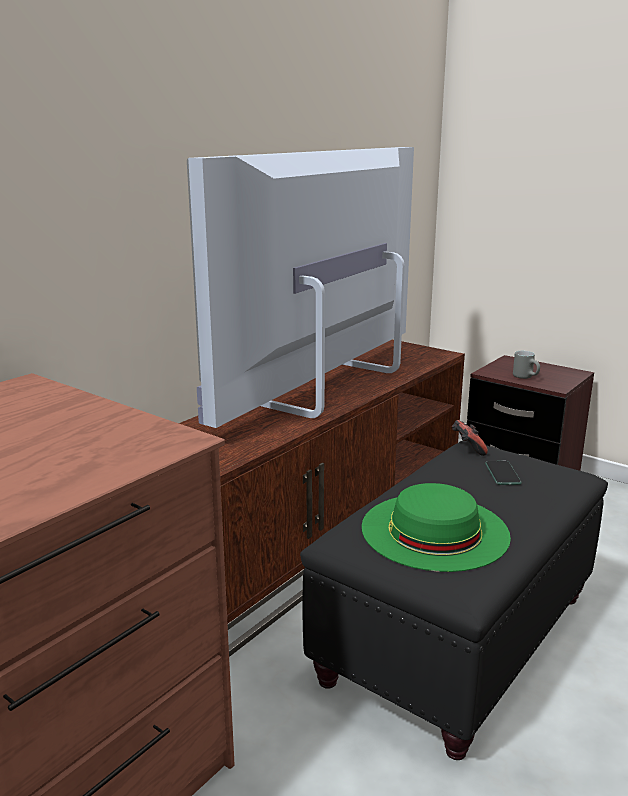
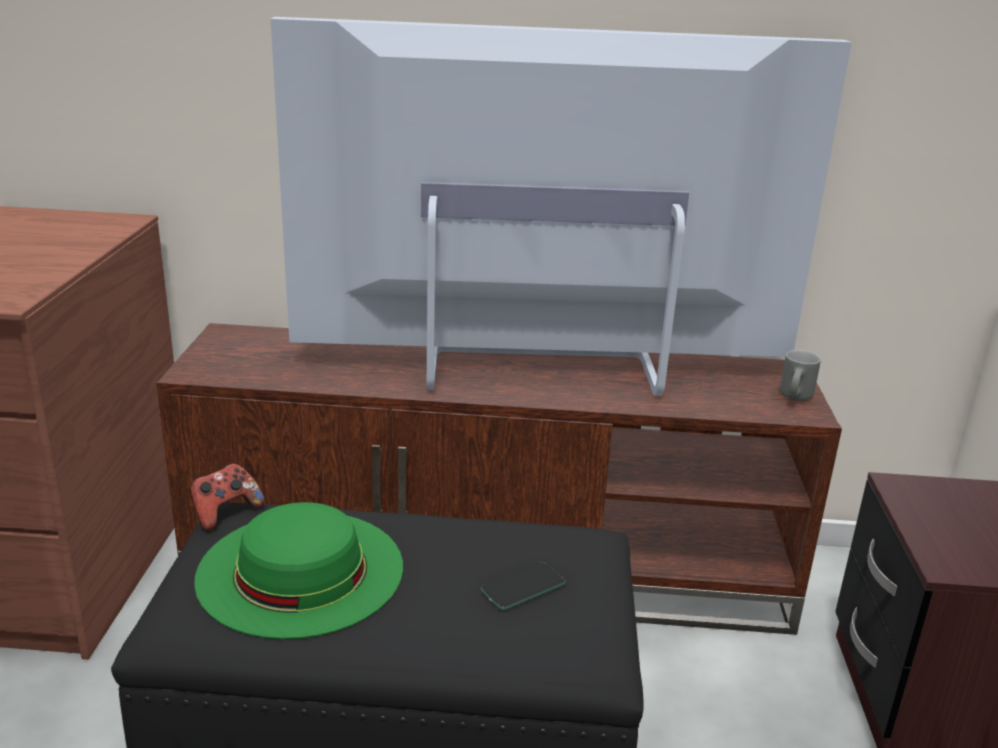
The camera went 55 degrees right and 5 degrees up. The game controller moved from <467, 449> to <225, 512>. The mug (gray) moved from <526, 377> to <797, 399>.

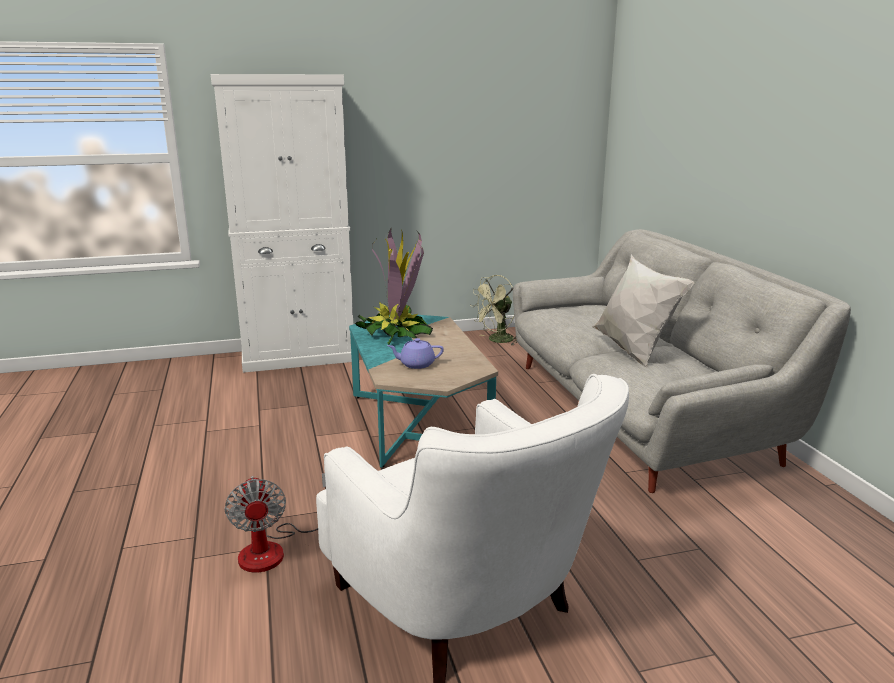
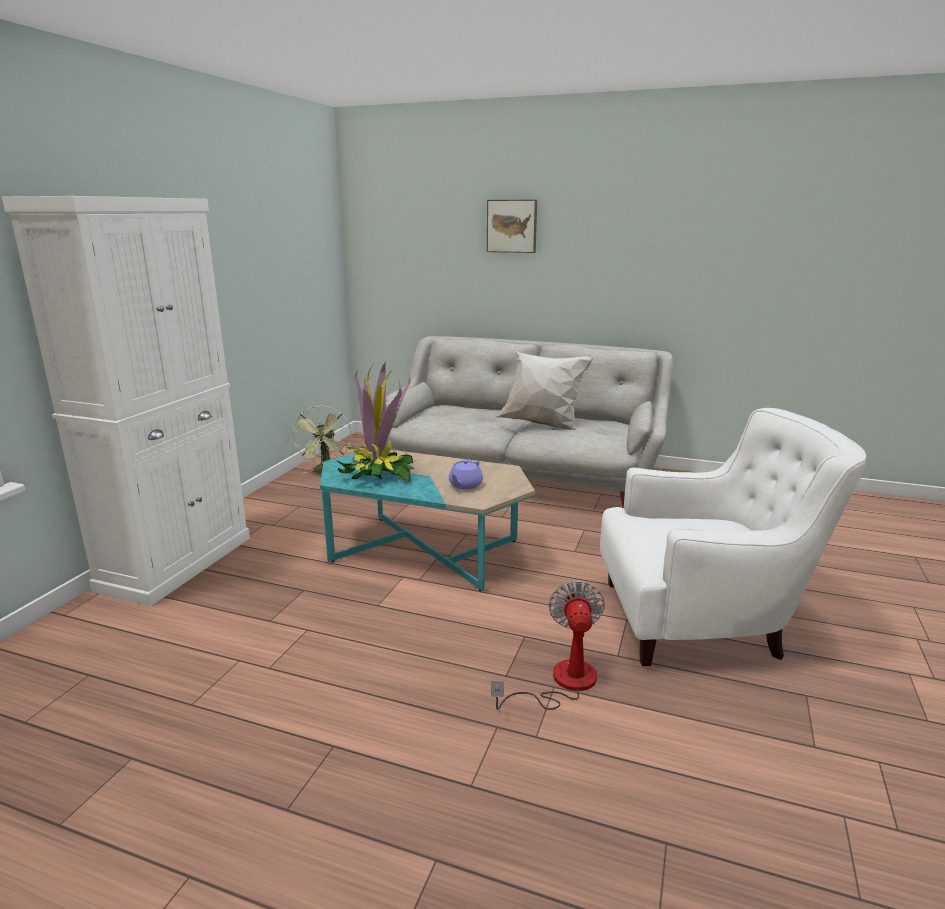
The camera went 55 degrees left and 0 degrees up. The cooling fan at <274, 549> turned 105 degrees counterclockwise. The wall picture at <512, 226> appeared.

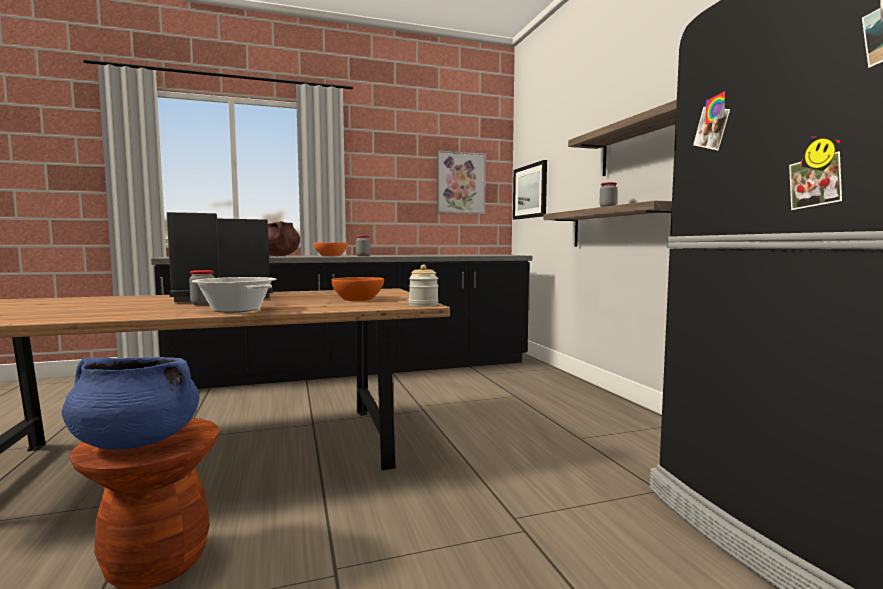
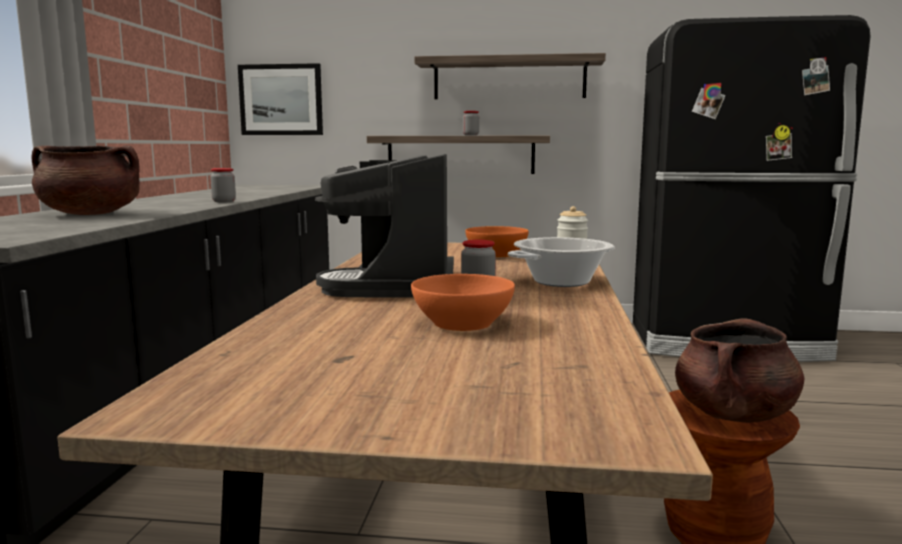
The camera went 65 degrees left and 5 degrees up. The stockpot (bluish) at <136, 441> became the stockpot (brown-coloured) at <734, 414>. The serving bowl (orangey) moved from <331, 255> to <462, 323>. The wall picture at <460, 183> disappeared.

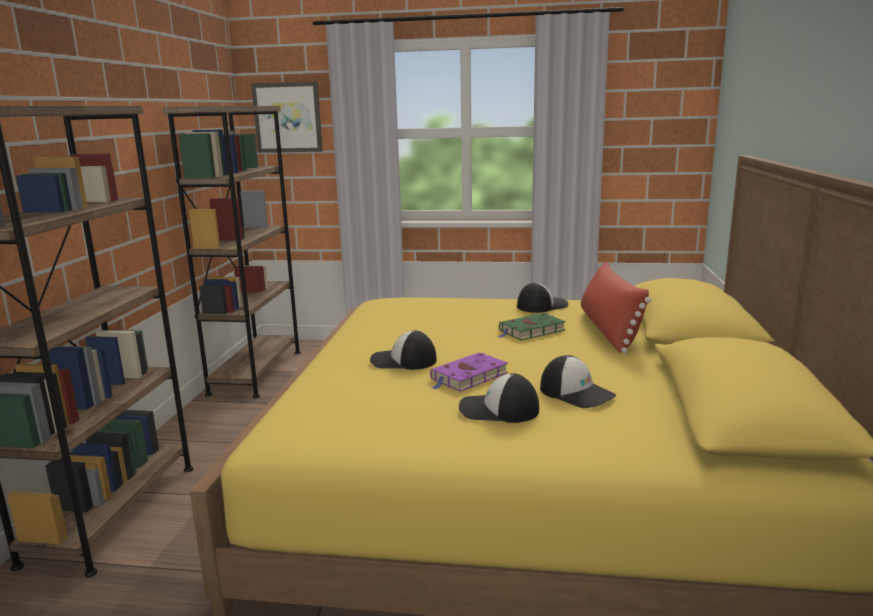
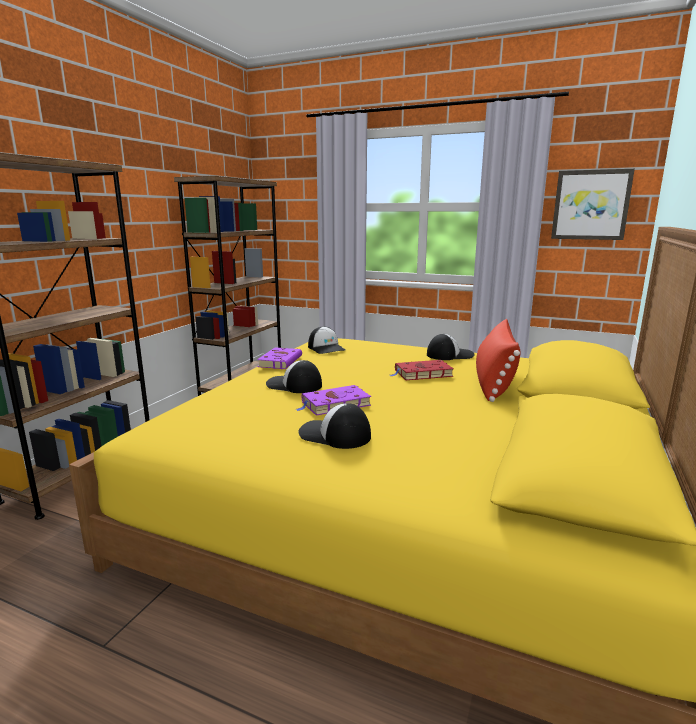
The camera went 15 degrees right and 0 degrees up. The wall picture moved from <288, 117> to <590, 205>. The bound book (green) at <530, 331> became the bound book (red-coloured) at <421, 374>. The peaked cap moved from <577, 393> to <326, 348>. The bound book (purple-coloured) at <280, 361> appeared.

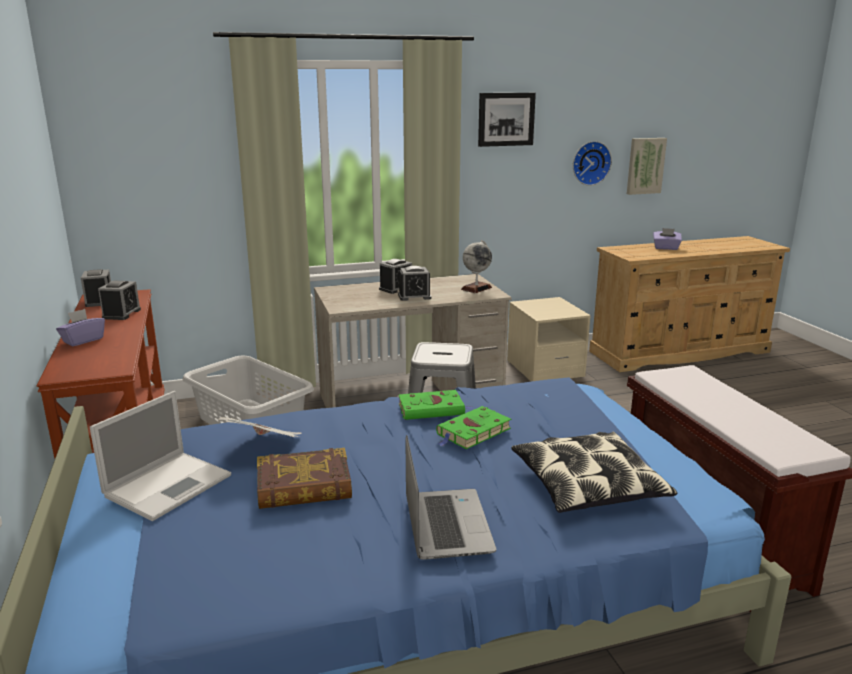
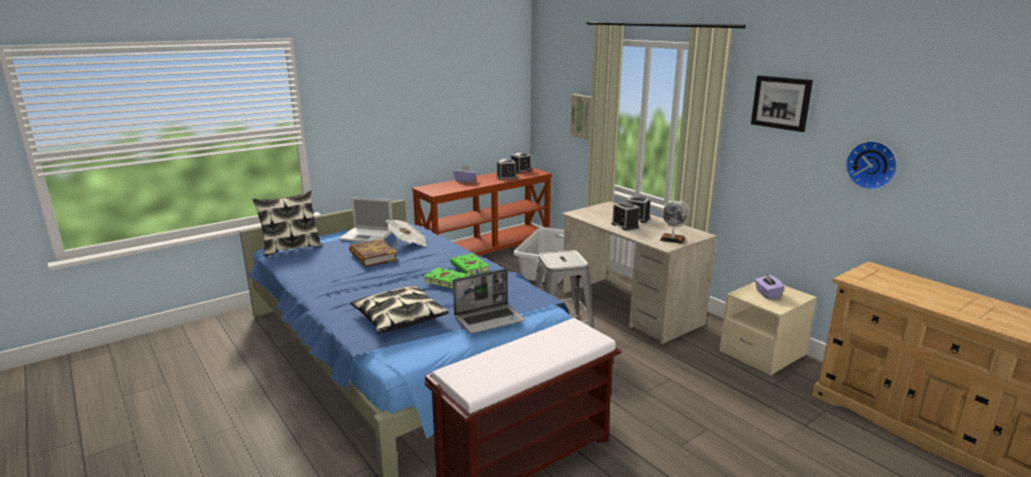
The camera went 70 degrees right and 0 degrees up. The portable computer moved from <445, 524> to <489, 319>. The wall picture moved from <645, 165> to <583, 116>. The tissue holder (purple-coloured) moved from <666, 248> to <767, 294>. The cushion at <291, 248> appeared.

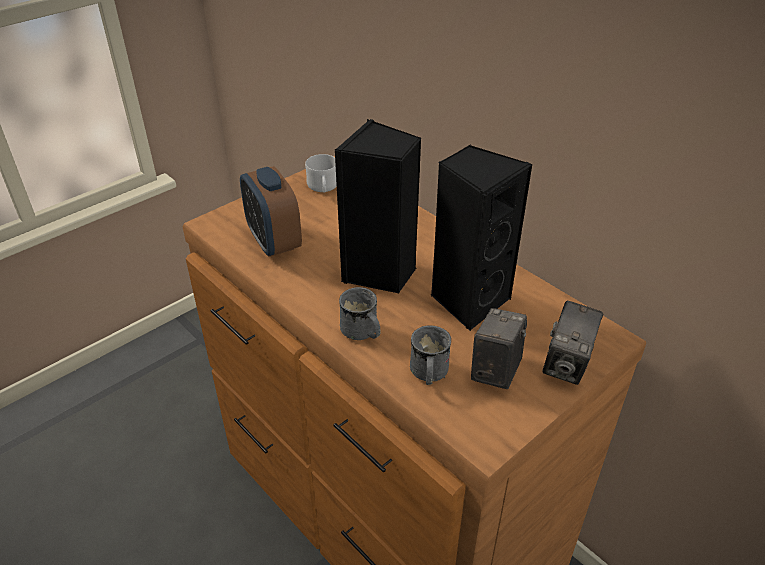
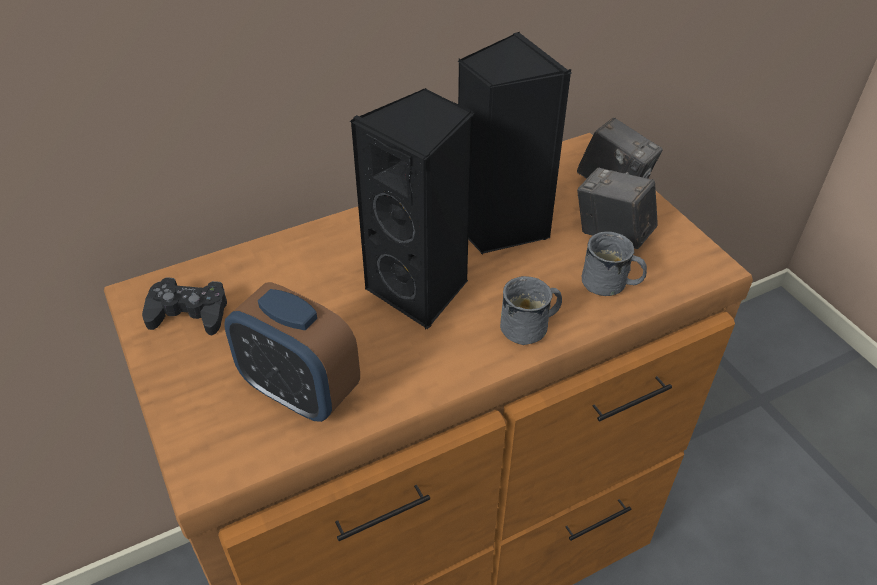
The camera went 75 degrees left and 5 degrees up. The table clock at <274, 242> turned 45 degrees clockwise. The mug (white-coloured) at <323, 188> was replaced by the game controller (black-coloured) at <189, 313>.

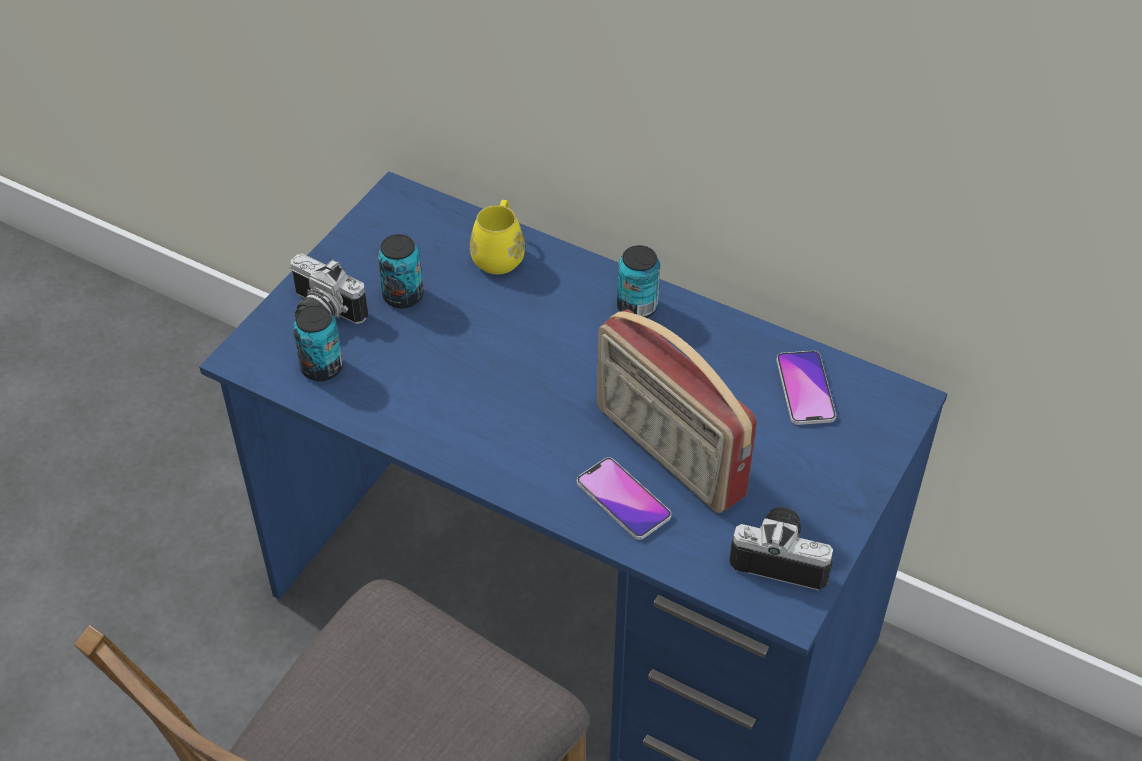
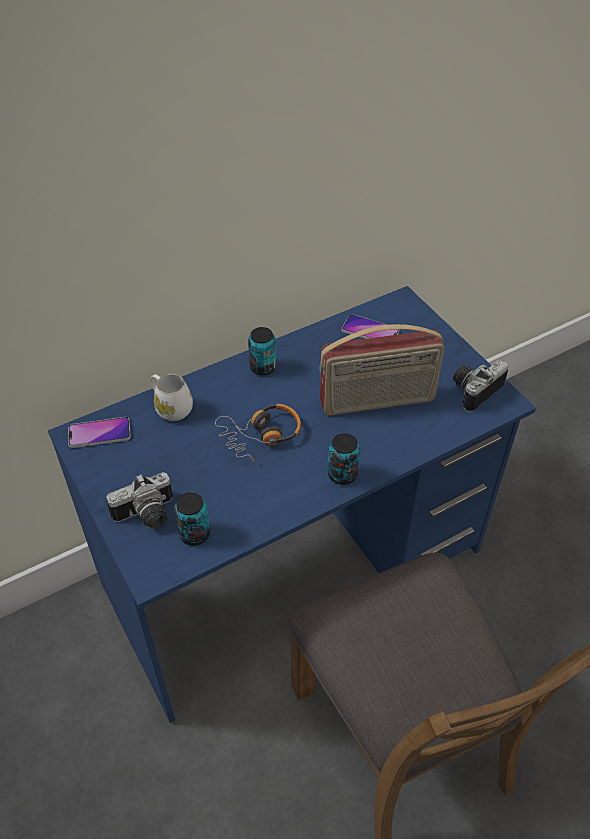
The camera went 60 degrees left and 0 degrees up. The metal can moved from <403, 296> to <342, 474>. The mug (yellowish) at <499, 254> became the mug (white-coloured) at <171, 407>. The telephone moved from <623, 499> to <99, 433>. The pair of headphones at <261, 436> appeared.

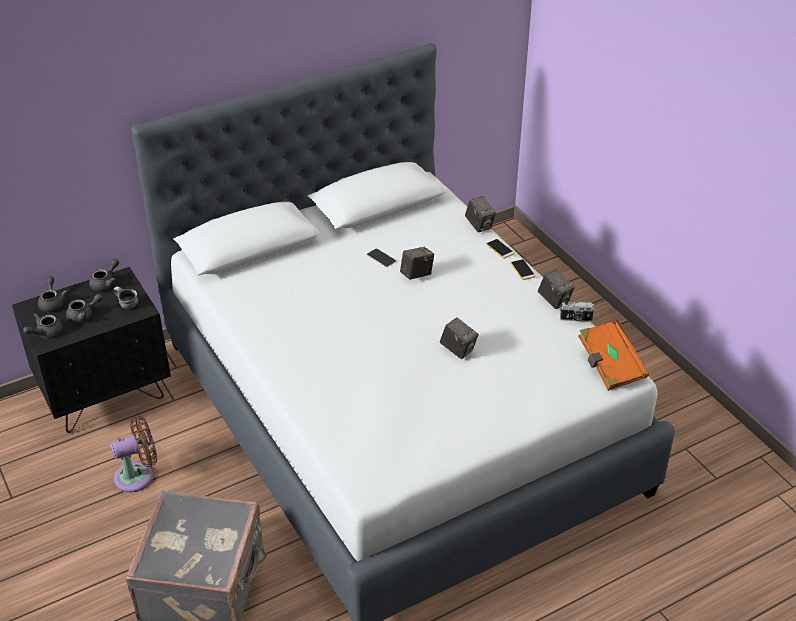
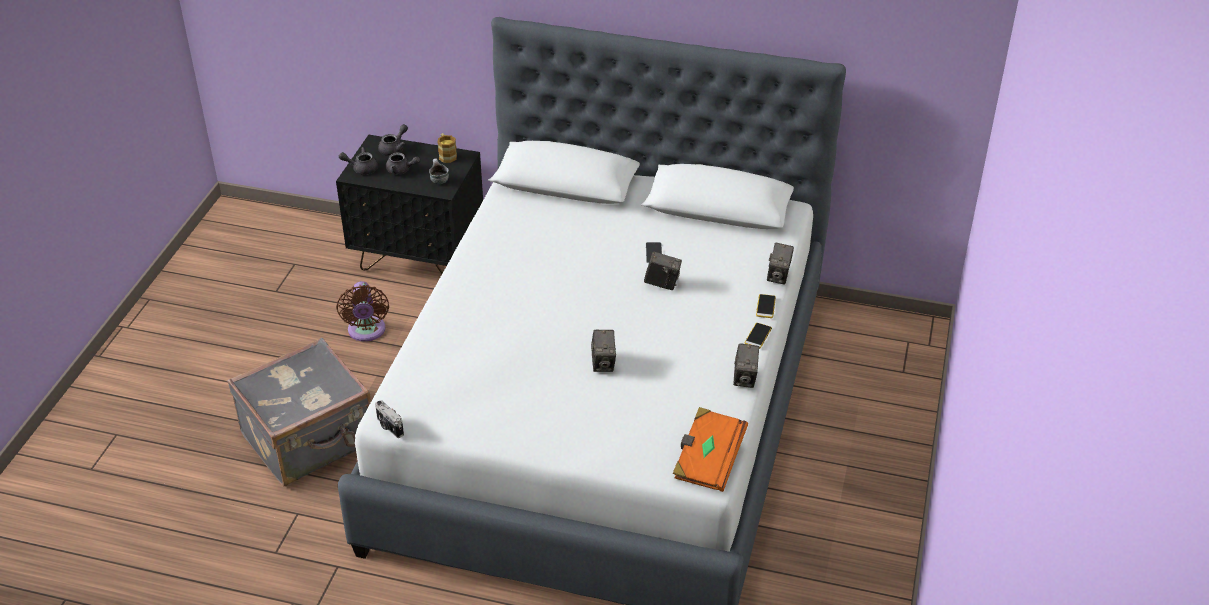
The camera went 45 degrees right and 0 degrees up. The pot for tea (gray) at <106, 283> was replaced by the mug at <446, 155>. The cooling fan (brown-coloured) at <138, 476> turned 60 degrees clockwise. The still camera moved from <576, 319> to <389, 427>.

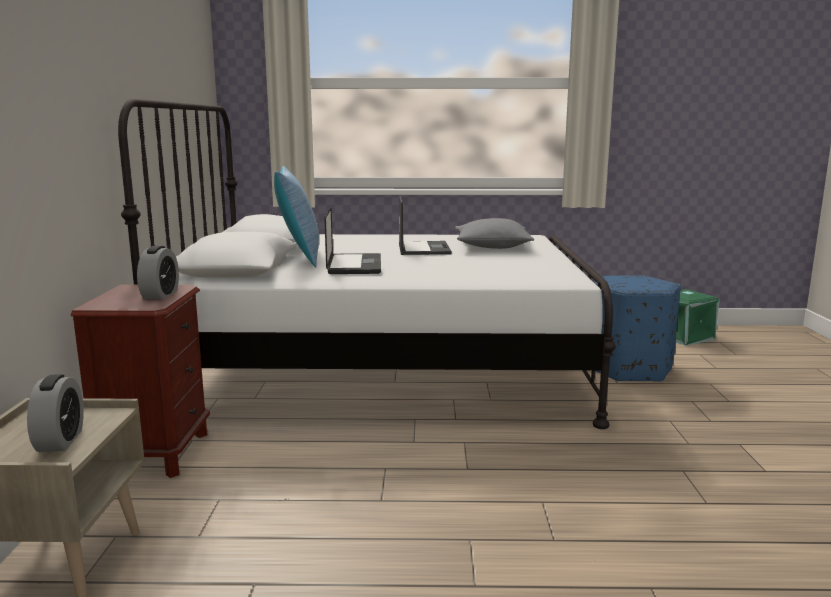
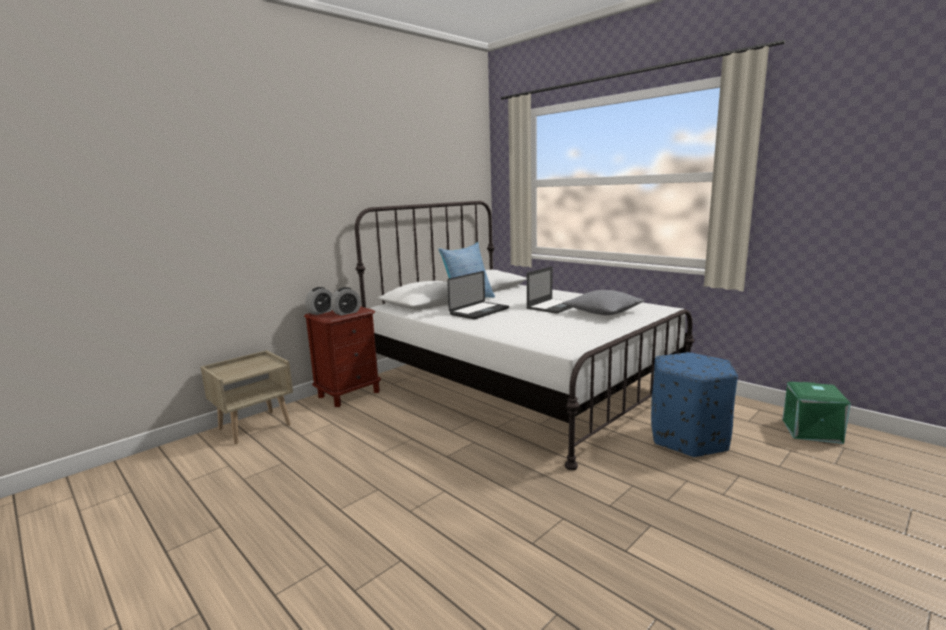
The camera went 45 degrees right and 0 degrees up. The table clock moved from <60, 441> to <321, 312>.

